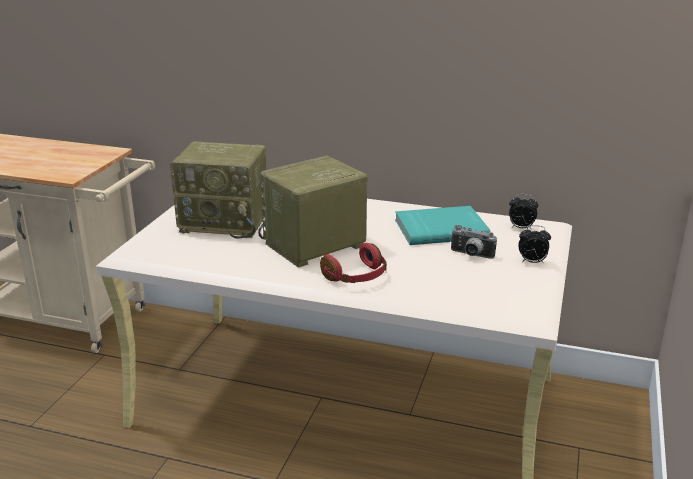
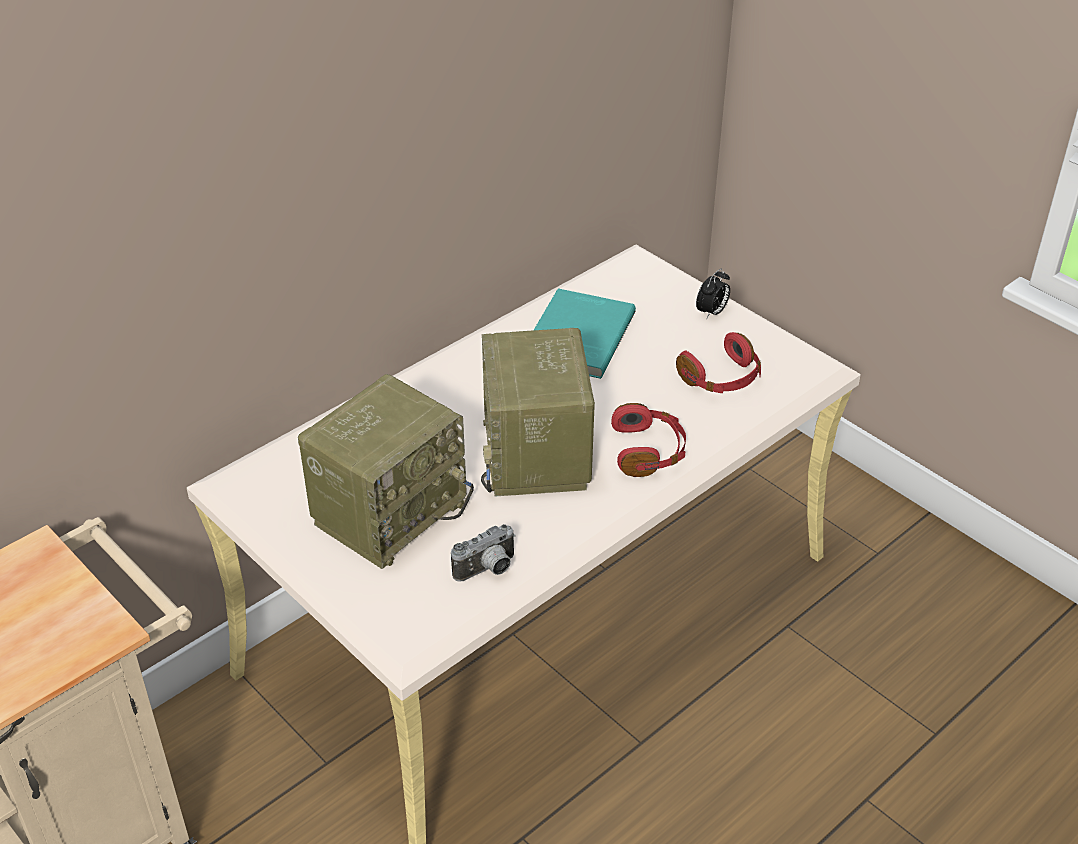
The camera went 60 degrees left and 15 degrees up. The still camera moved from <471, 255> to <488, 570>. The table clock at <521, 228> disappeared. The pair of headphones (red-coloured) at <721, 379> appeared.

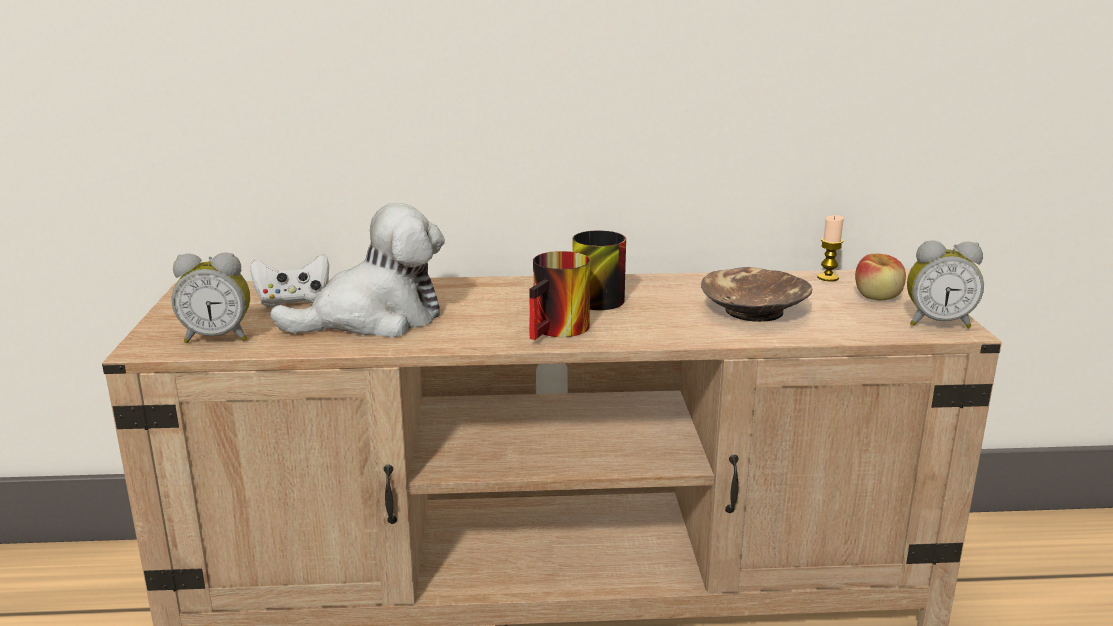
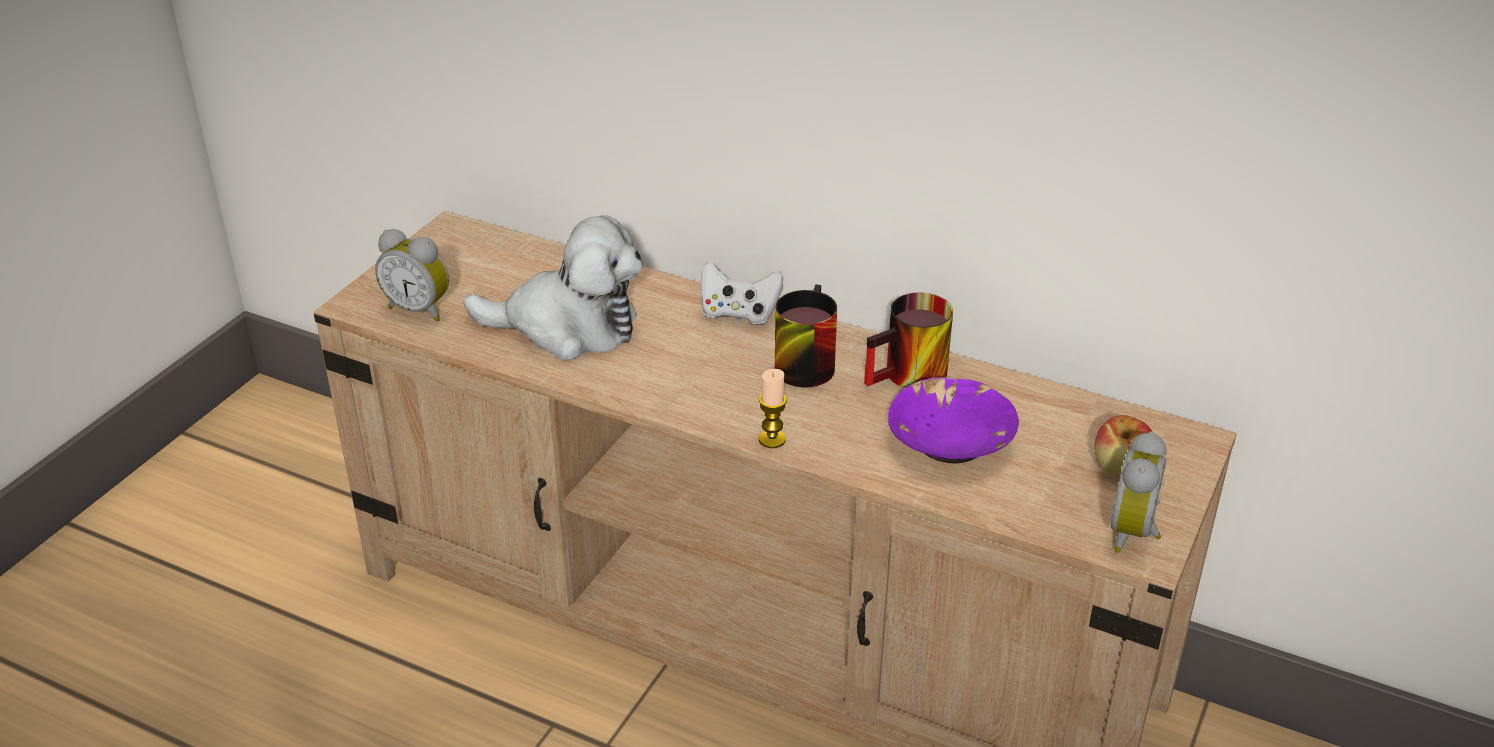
The camera went 30 degrees right and 15 degrees up. The game controller (white-coloured) moved from <293, 301> to <739, 314>. The mug moved from <560, 330> to <910, 378>. The serving bowl (brown-coloured) at <754, 310> became the serving bowl (purple-coloured) at <952, 441>. The wax candle moved from <828, 278> to <772, 439>. The table clock at <937, 323> turned 75 degrees clockwise.

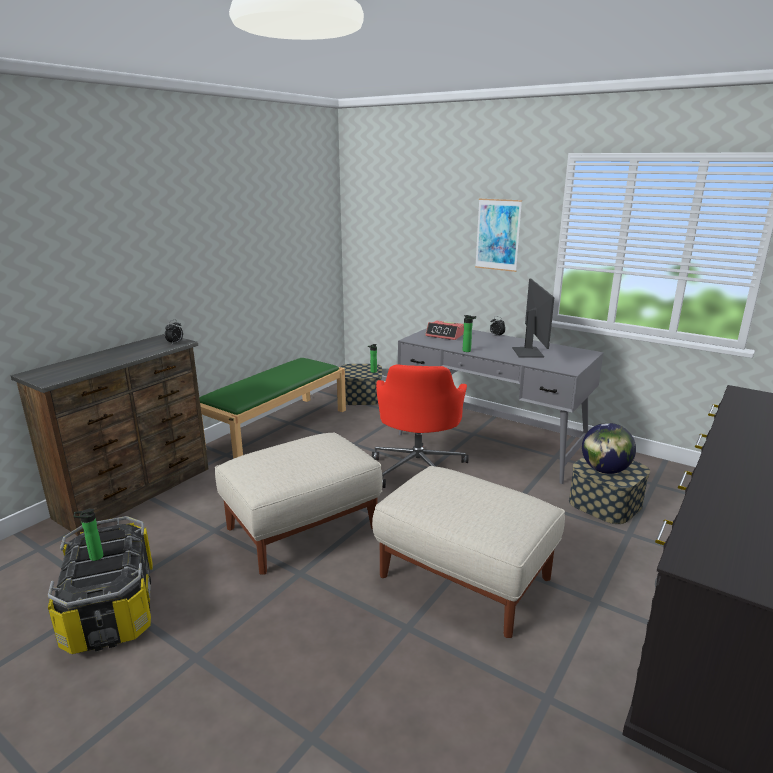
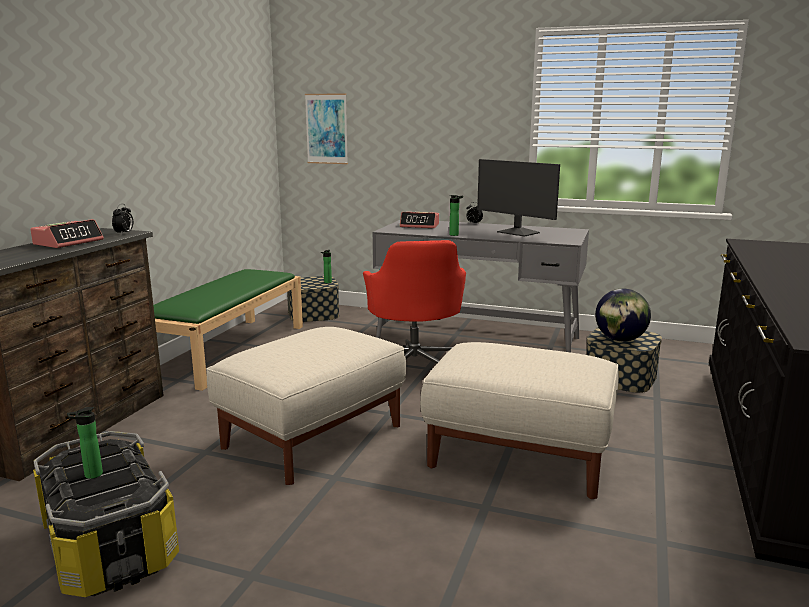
The camera went 15 degrees left and 5 degrees down. The wall picture moved from <498, 235> to <326, 129>. The monitor at <528, 352> turned 150 degrees clockwise. The table clock at <68, 242> appeared.

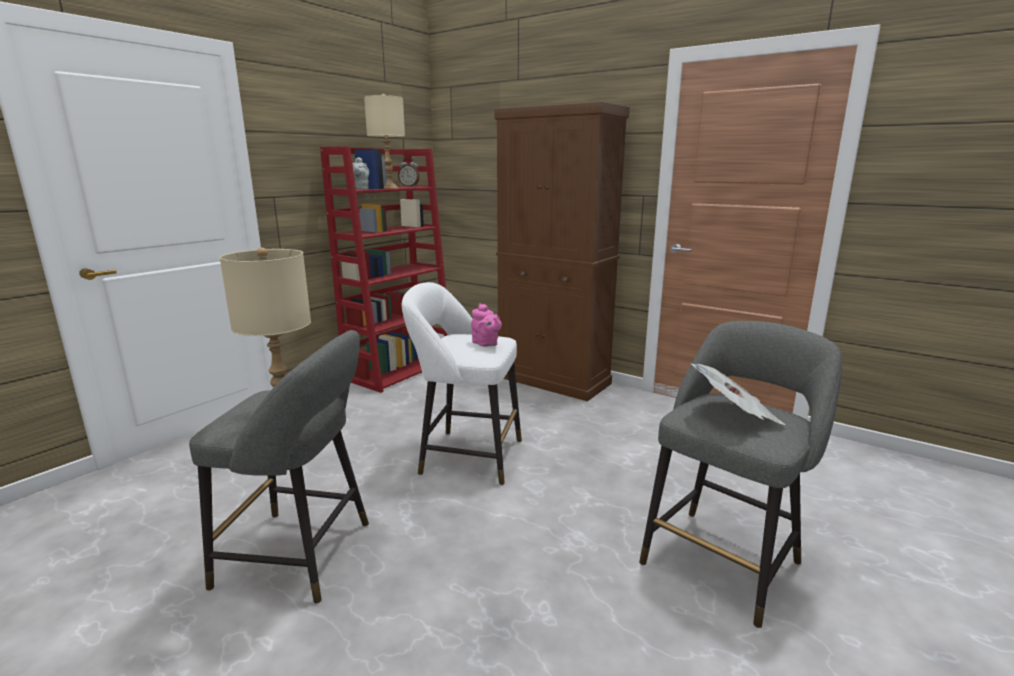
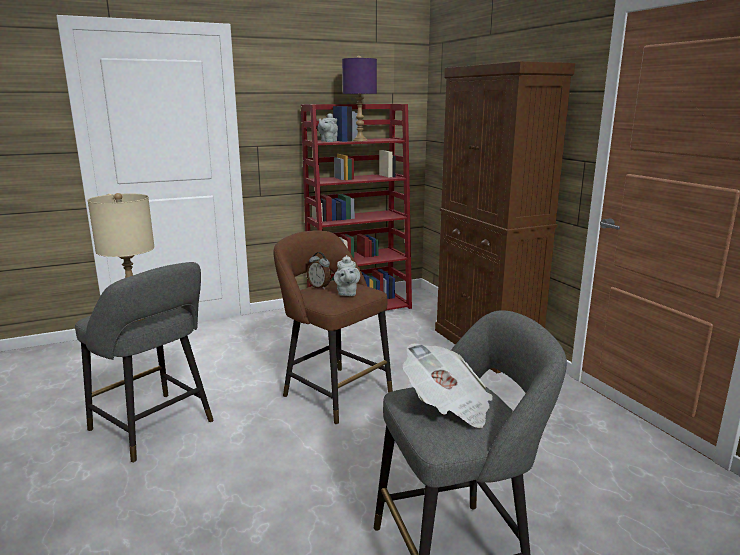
The camera went 30 degrees right and 0 degrees up. The table lamp (beige) at <389, 188> became the table lamp (purple-coloured) at <359, 140>. The table clock moved from <409, 186> to <319, 287>. The sitting stool (white-coloured) at <465, 456> became the sitting stool (brown-coloured) at <333, 392>. The pot for tea (pink-coloured) at <486, 344> became the pot for tea (gray) at <346, 293>.

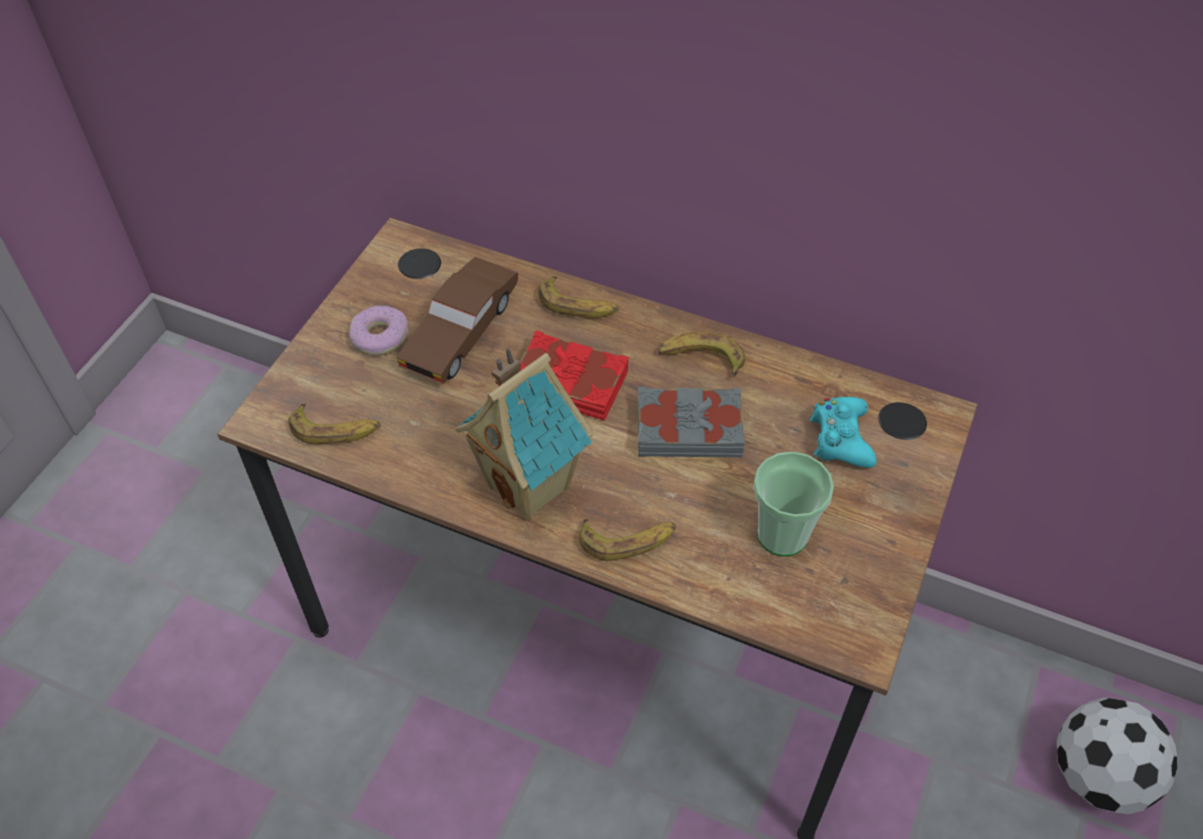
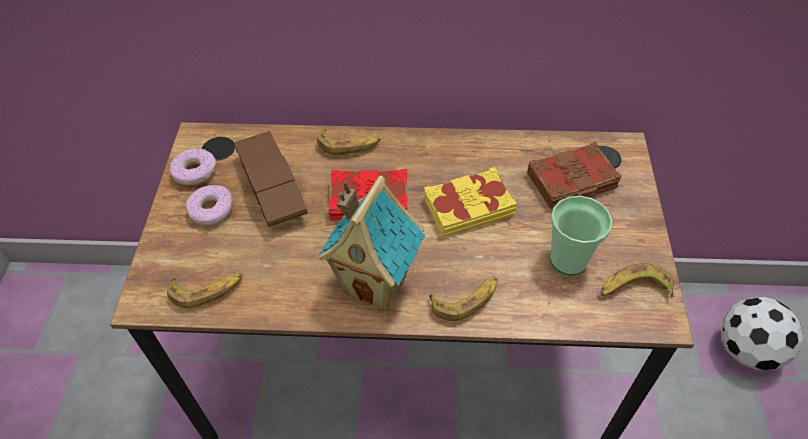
The camera went 20 degrees left and 0 degrees up. The miniature car (brown-coloured) at <461, 332> turned 150 degrees clockwise. The bound book (gray) at <688, 428> became the bound book (yellowish) at <468, 206>. The banana moved from <701, 359> to <634, 289>. The game controller (turquoise-coloured) at <841, 438> was replaced by the bound book (brown-coloured) at <572, 181>. The ring doughnut at <195, 171> appeared.

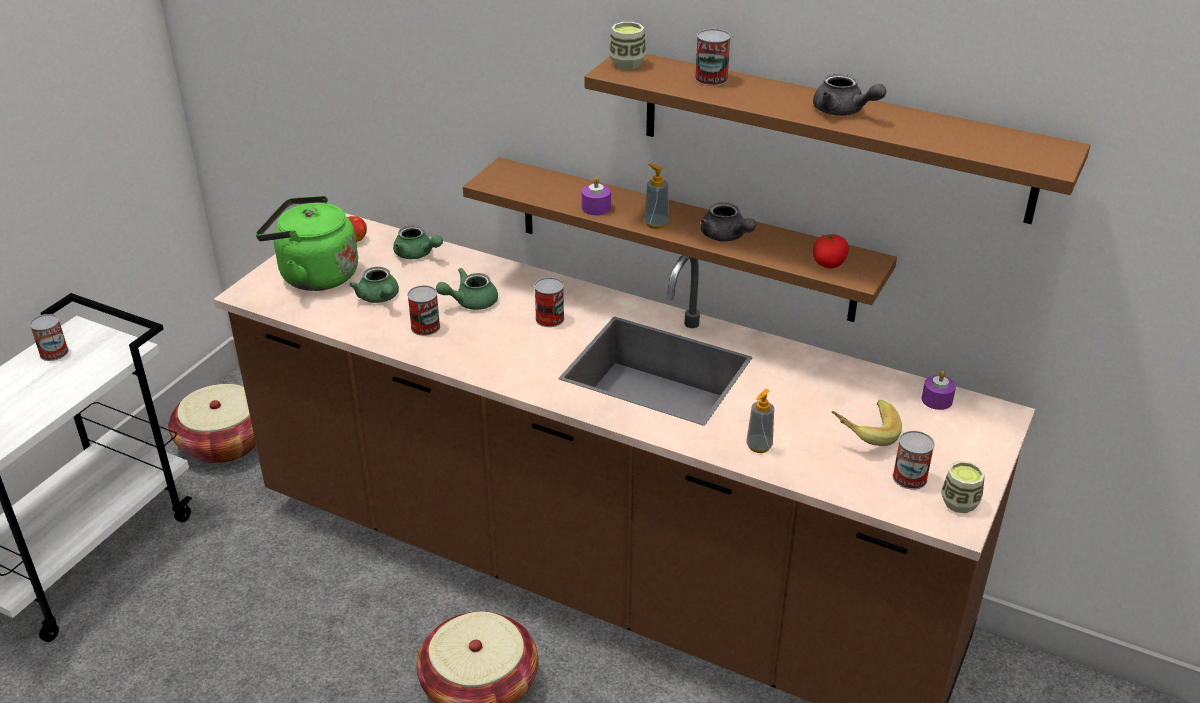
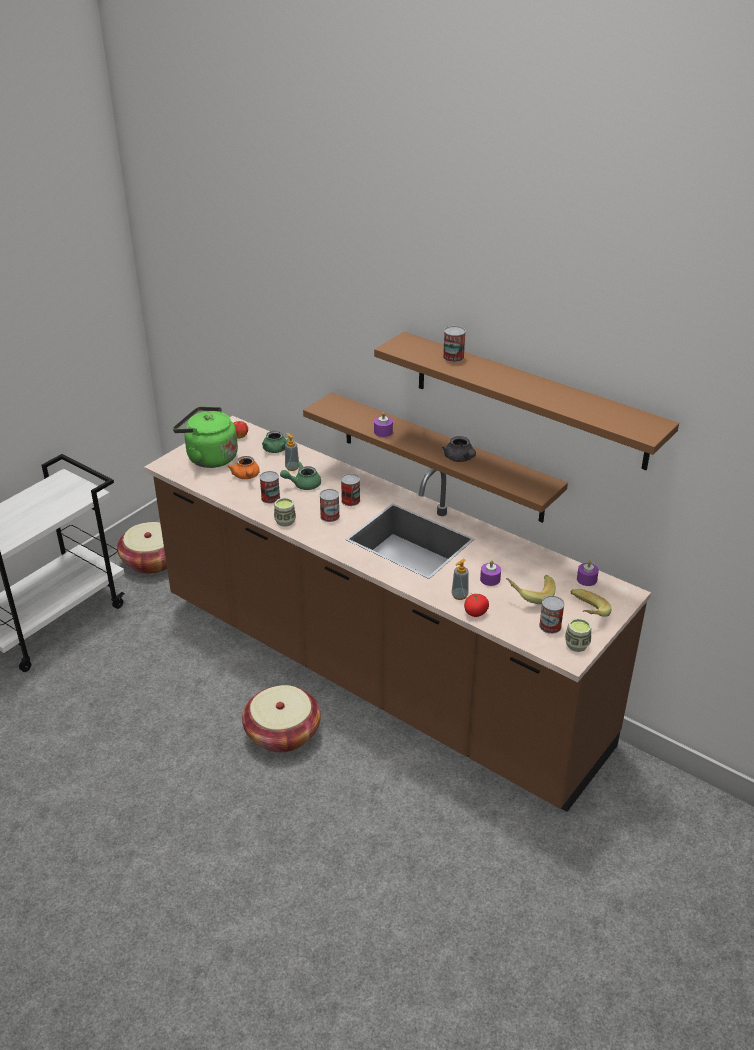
The camera went 10 degrees right and 0 degrees up. The metal can moved from <54, 352> to <330, 516>. The pot for tea (green) at <379, 298> became the pot for tea (orangey) at <246, 476>. The cup moved from <627, 63> to <285, 521>. The soap dispenser moved from <656, 224> to <292, 467>. The pot for tea (gray) at <843, 111> disappeared. The fresh tomato moved from <828, 264> to <475, 613>. The wax candle (purple-coloured) at <490, 579> appeared. The banana at <584, 614> appeared.

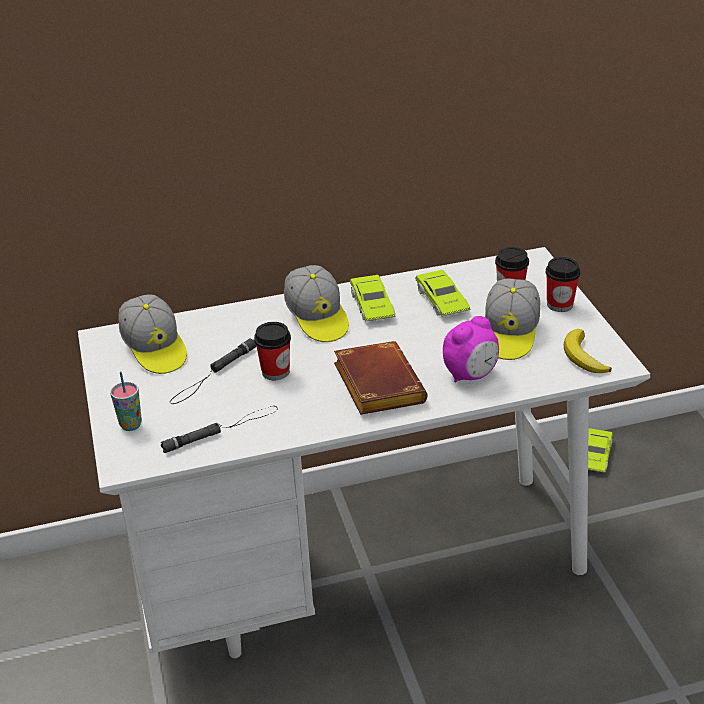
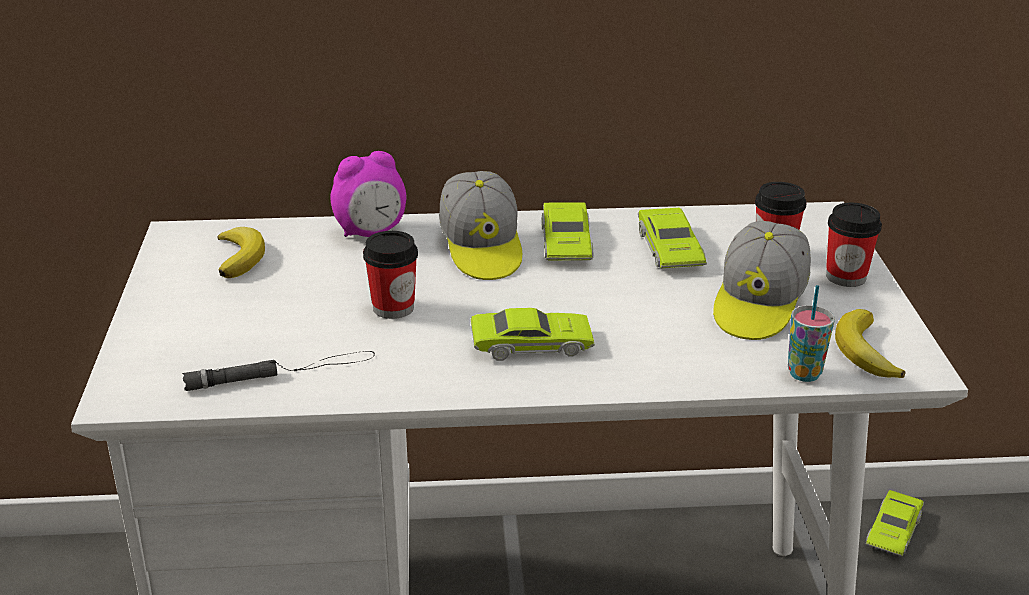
The camera went 10 degrees right and 5 degrees down. The cup moved from <131, 425> to <804, 374>. The peaked cap at <155, 349> was replaced by the banana at <240, 257>. The hand torch (black-coloured) at <213, 375> disappeared. The bound book (brown-coloured) at <375, 384> was replaced by the miniature car (green) at <531, 344>. The table clock moved from <470, 375> to <371, 233>.

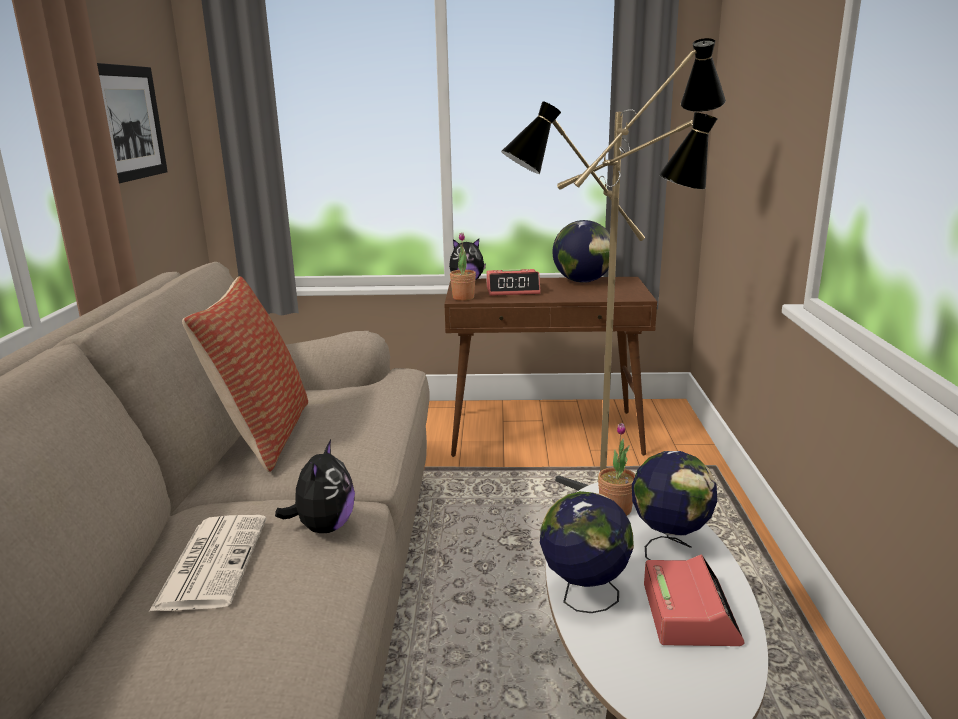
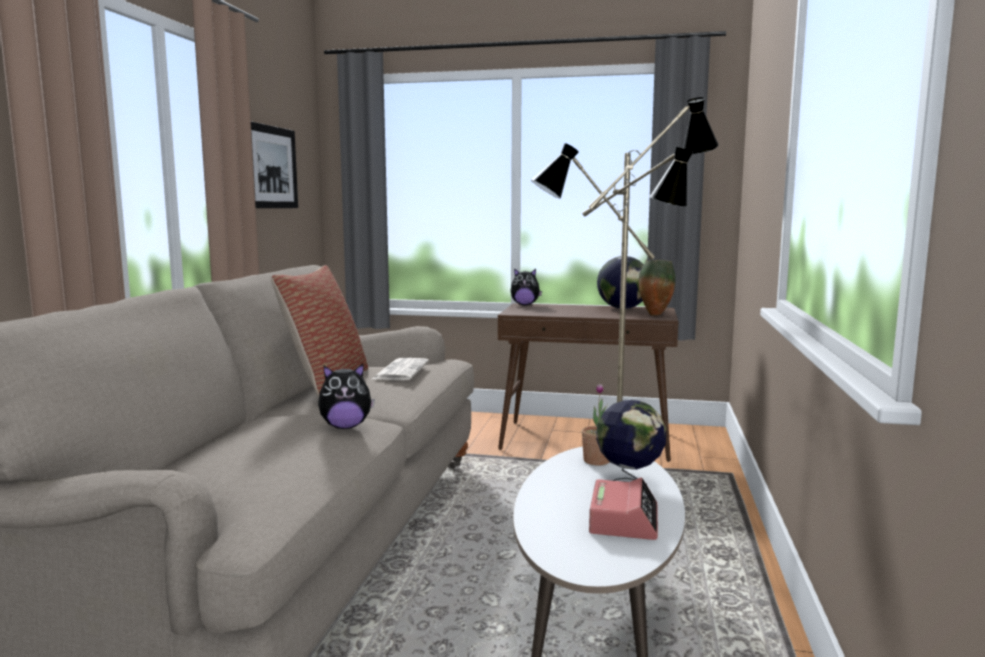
The camera went 10 degrees right and 10 degrees down. The printed paper moved from <212, 561> to <400, 370>. The plush toy at <323, 527> turned 60 degrees clockwise. The houseplant at <463, 298> disappeared. The table clock at <513, 290> disappeared. The world globe at <583, 598> disappeared. The flower vase at <655, 315> appeared.

